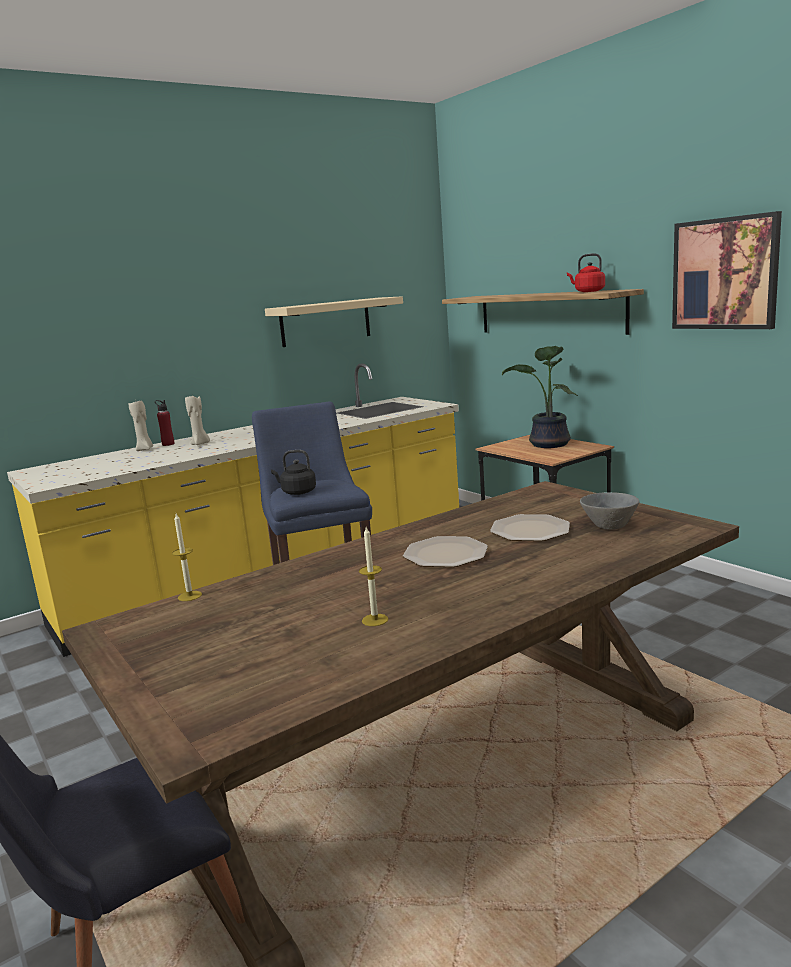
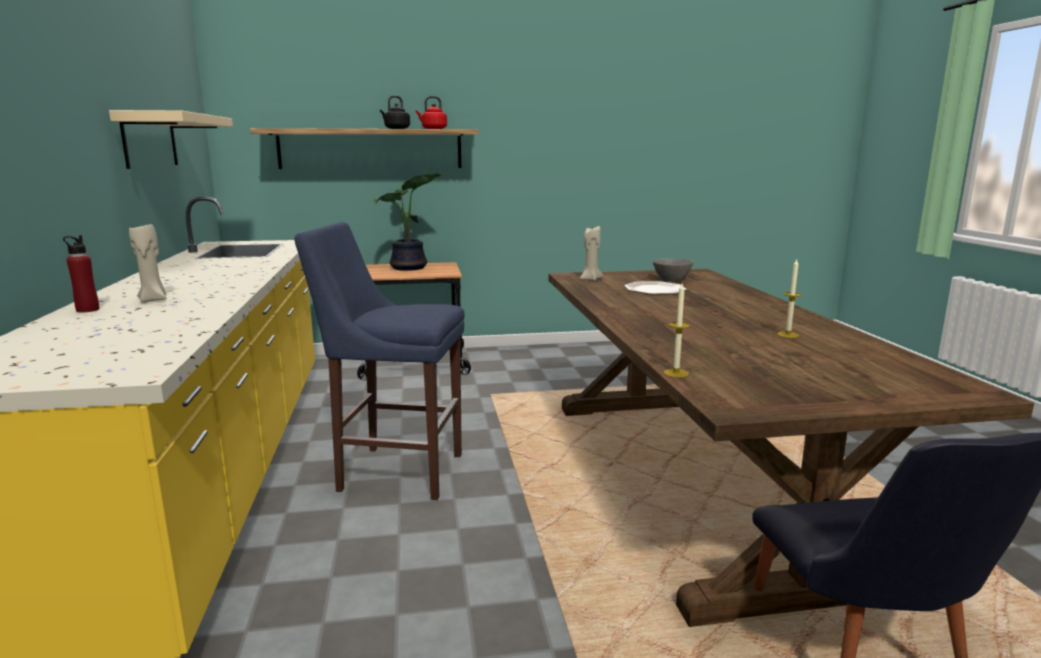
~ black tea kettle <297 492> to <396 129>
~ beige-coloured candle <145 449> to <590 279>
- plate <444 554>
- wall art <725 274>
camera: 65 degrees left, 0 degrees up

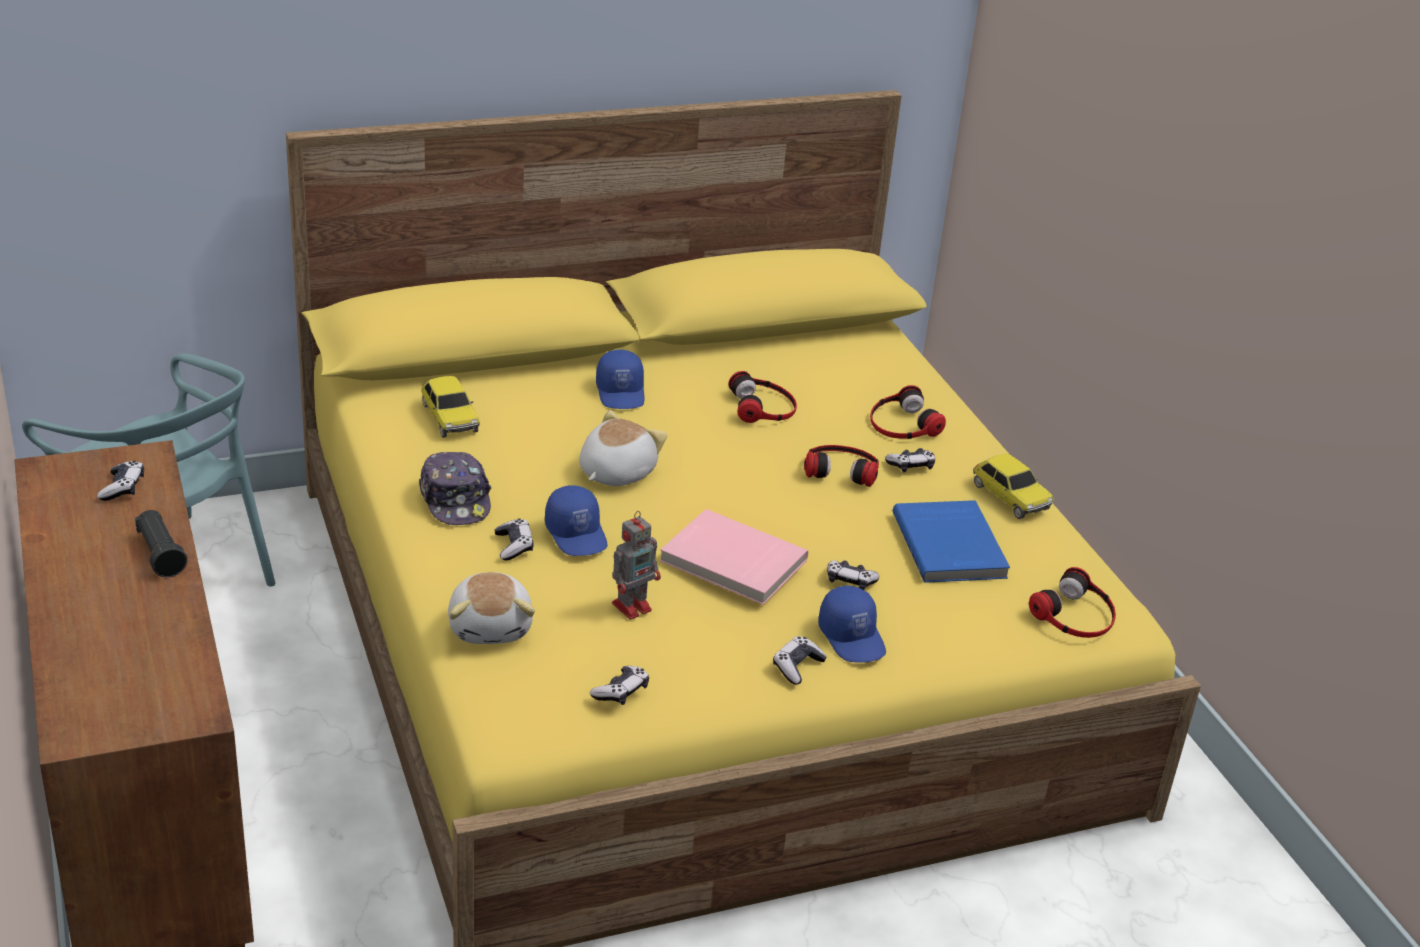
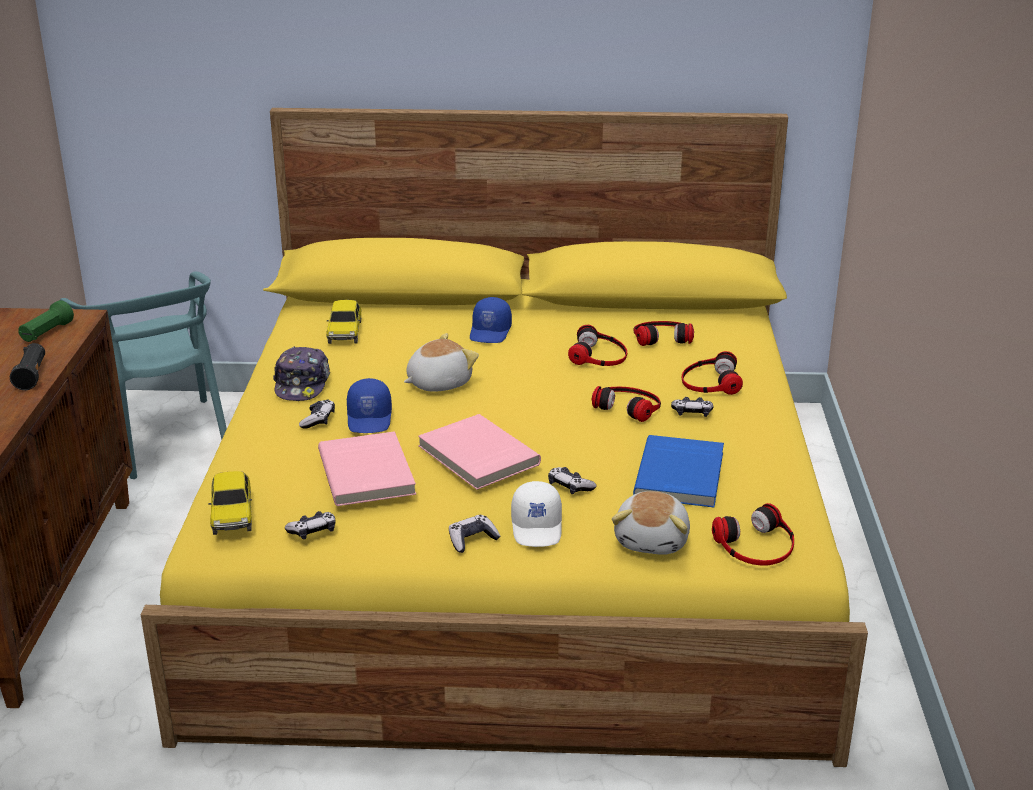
~ gamepad <122 488> to green-coloured torch <46 333>
~ toy car <1010 497> to <232 514>
~ model robot <633 606> to pink-coloured bound book <368 472>
~ bluish cap <853 637> to whitish cap <538 527>
~ cuddly toy <491 626> to <653 540>
+ pair of headphones <661 336>
camera: 25 degrees right, 5 degrees down

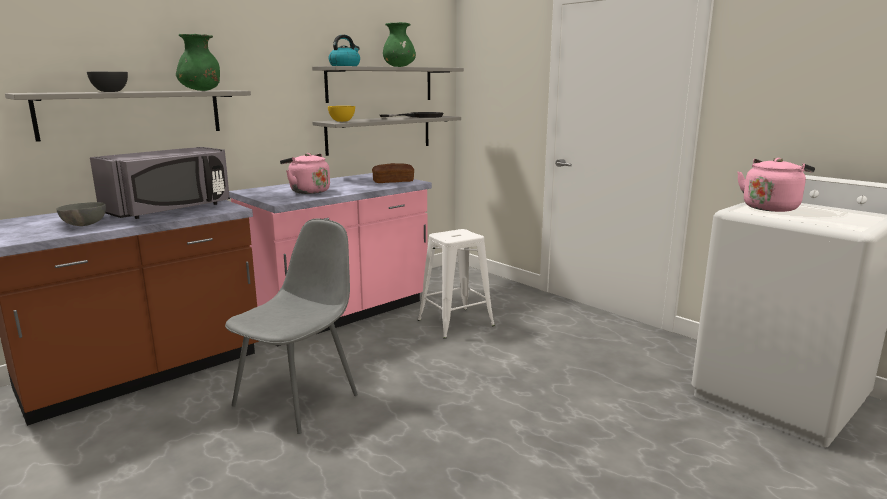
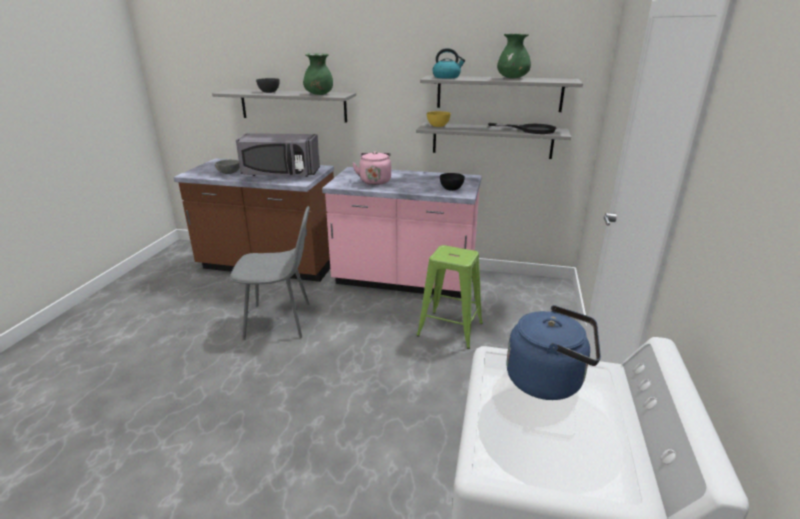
~ whitish stool seat <456 323> to green-coloured stool seat <450 329>
~ baked bread <393 182> to black deep dish <451 189>
~ pink-coloured tea kettle <771 207> to bluish tea kettle <549 381>
camera: 55 degrees right, 10 degrees up

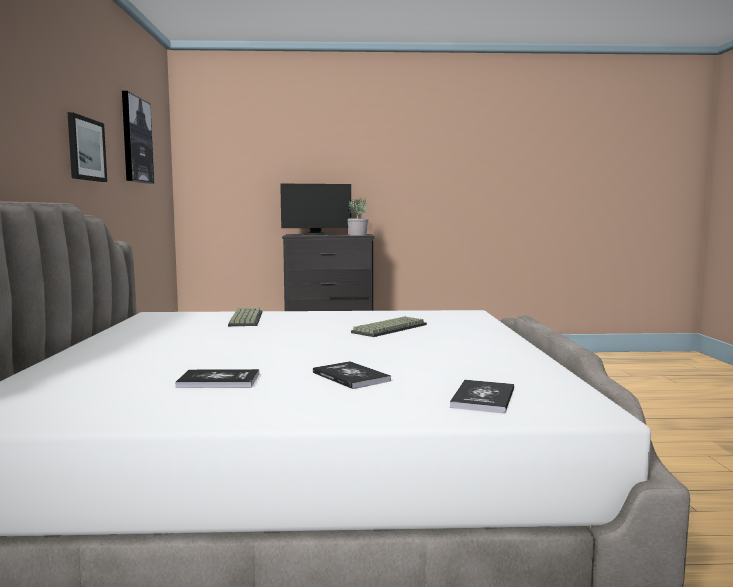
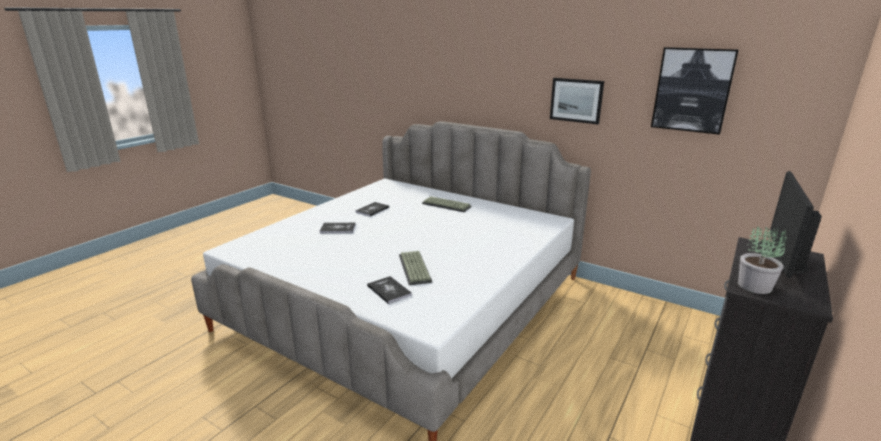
~ bound book <483 398> to <389 290>
~ PC keyboard <244 318> to <447 205>
camera: 125 degrees right, 15 degrees up

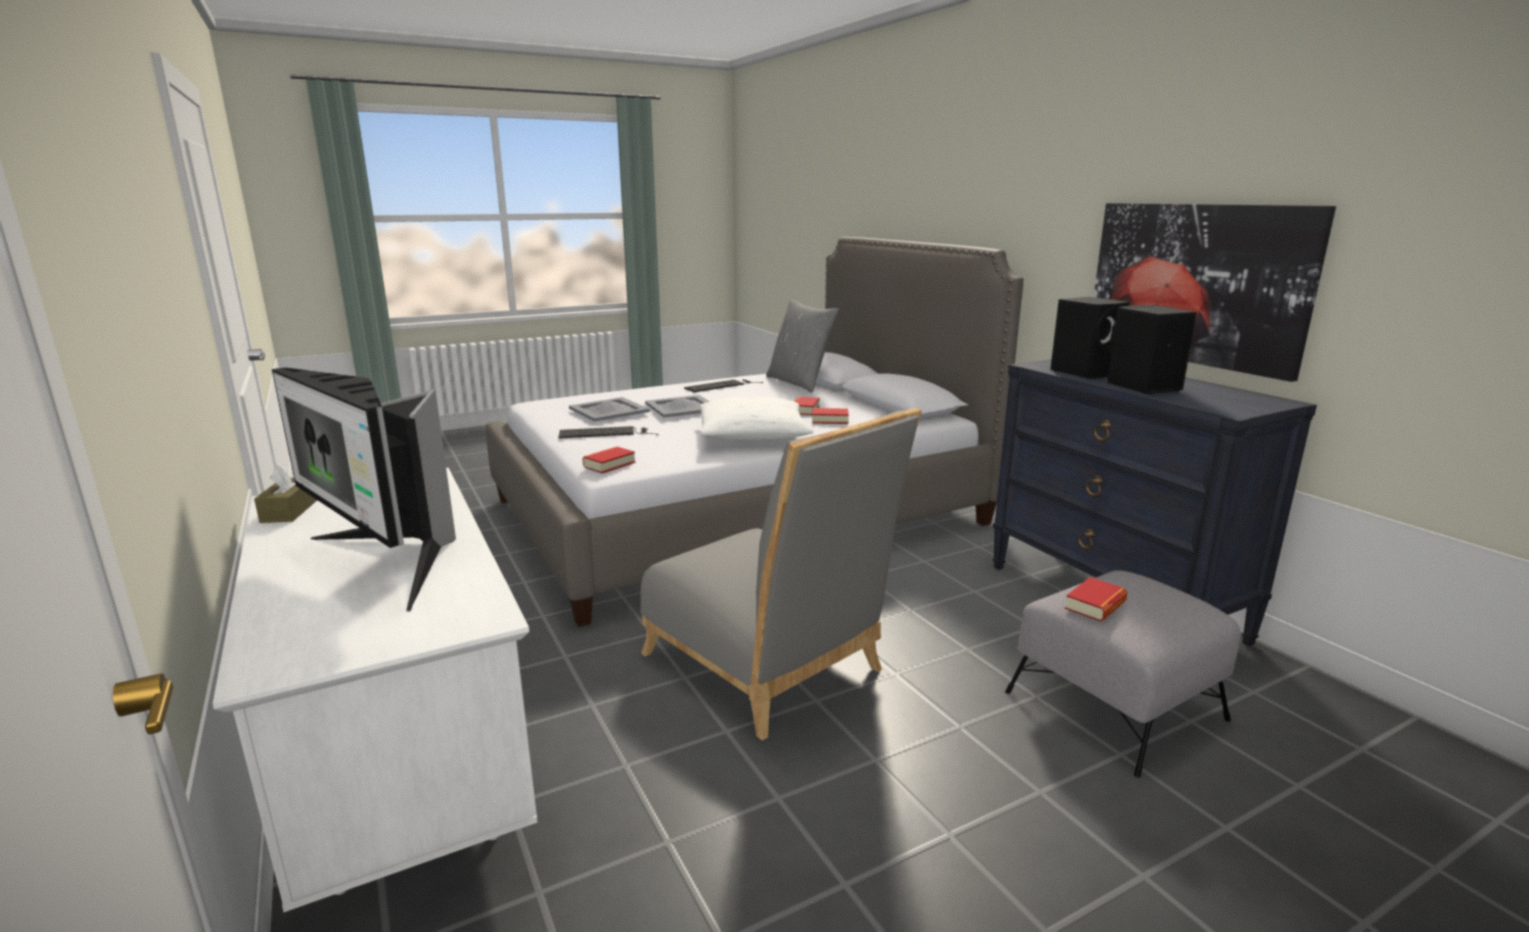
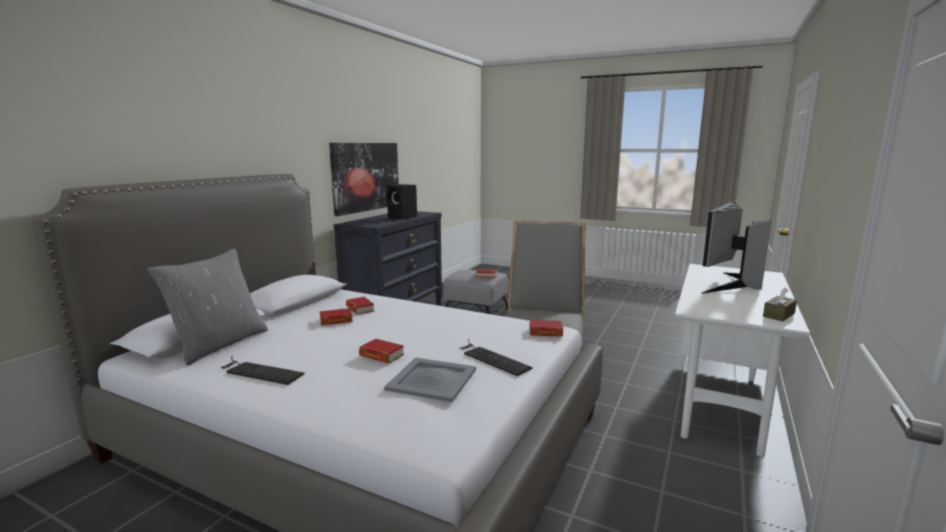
~ greyish serving tray <681 407> to bound book <381 355>
~ monitor <388 561> = <727 284> 150 degrees counterclockwise
- whitish cushion <753 436>
- black loudspeaker <1086 372>
camera: 125 degrees left, 5 degrees down

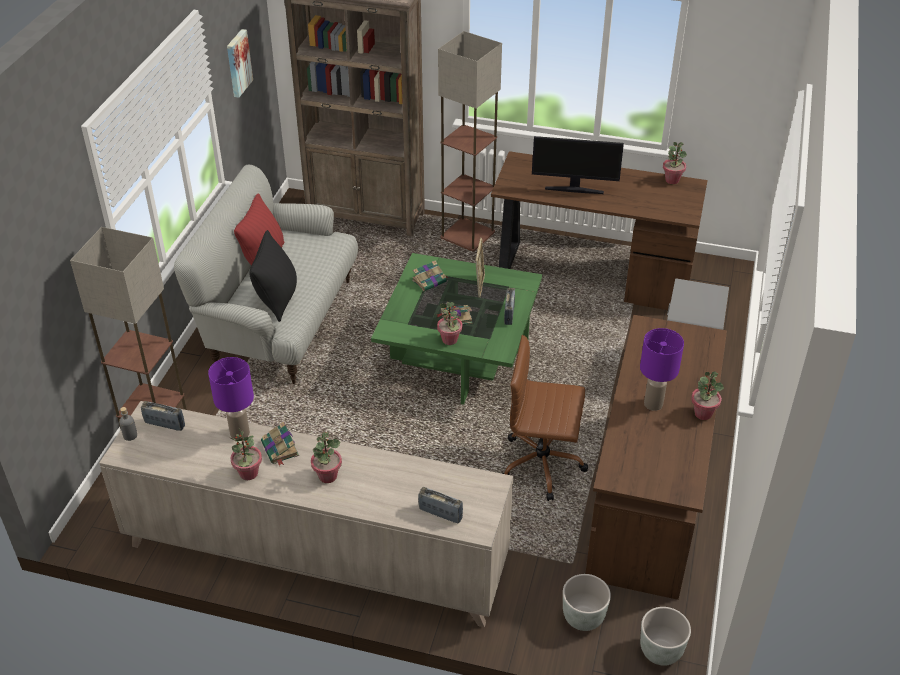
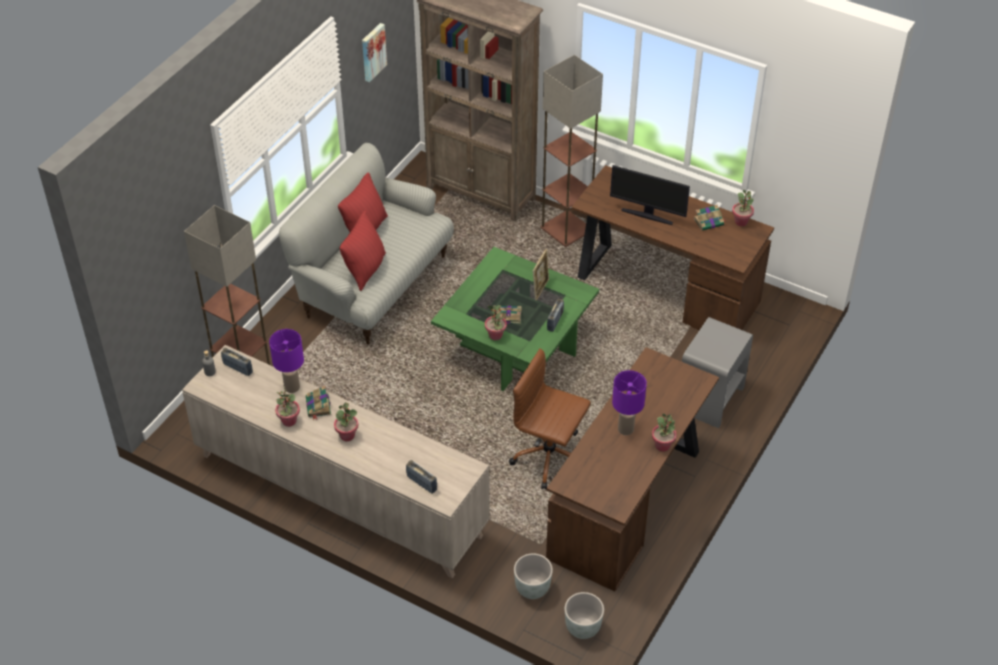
~ black cushion <277 299> to red-coloured cushion <365 270>
~ bound book <430 281> to <709 222>
camera: 15 degrees right, 5 degrees up

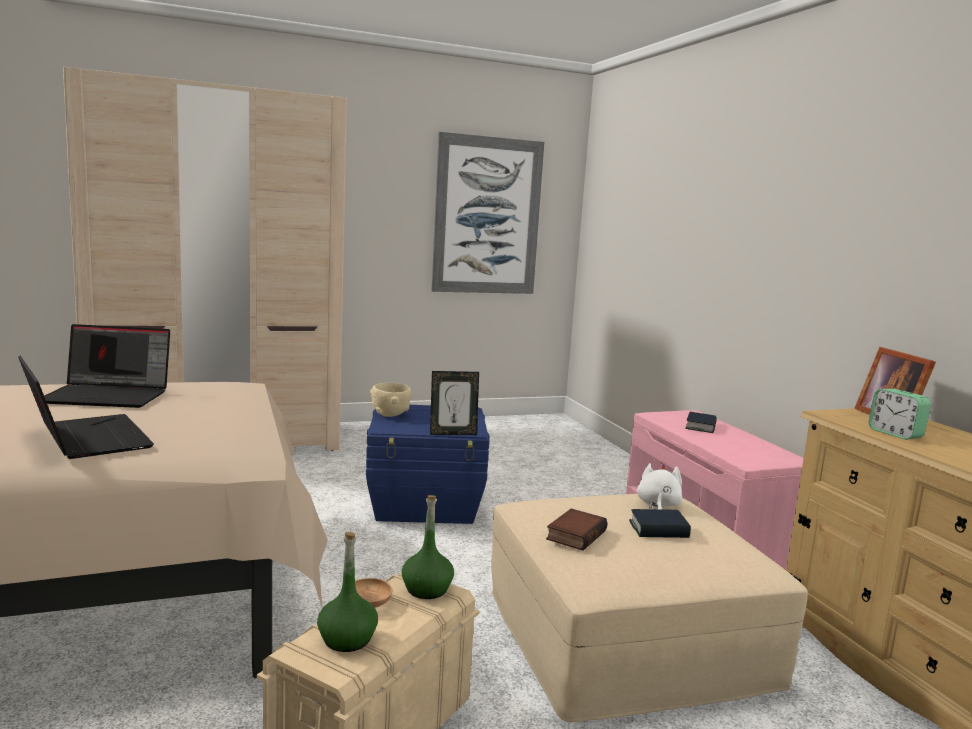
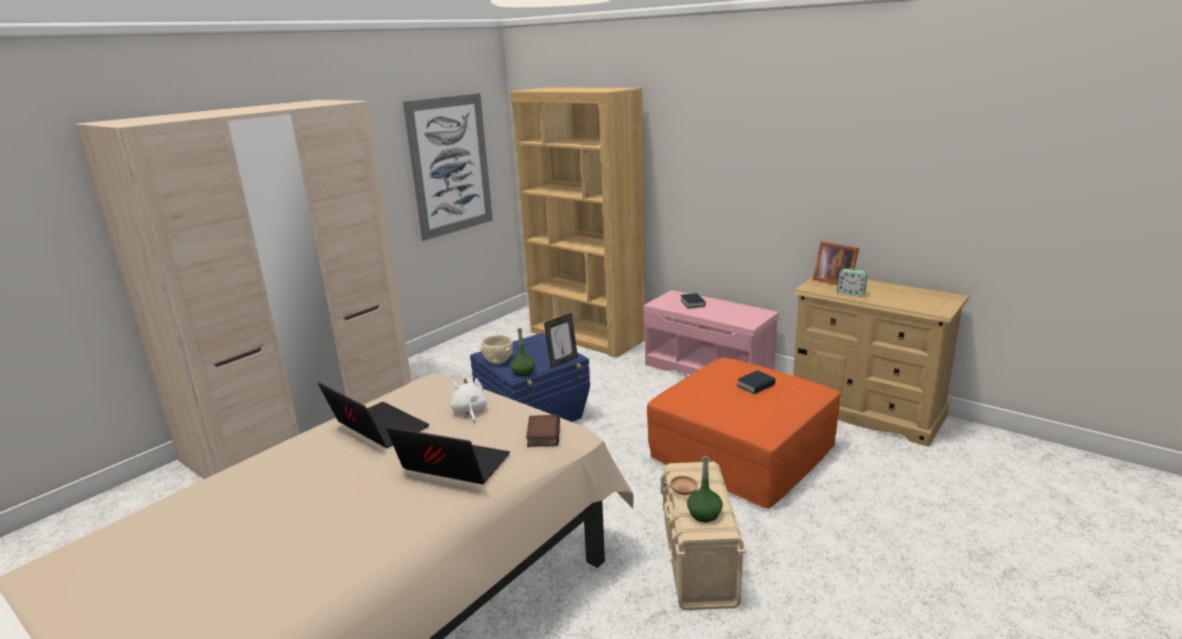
~ laptop <109 396> = <376 428> 105 degrees counterclockwise
~ whitish cuddly toy <657 505> to <469 411>
+ brownish bookcase <586 336>
~ green-coloured bottle <426 589> to <523 372>
~ bound book <575 534> to <542 434>
~ beige-coloured pouffe <627 637> to orangey pouffe <742 451>
camera: 30 degrees left, 10 degrees up

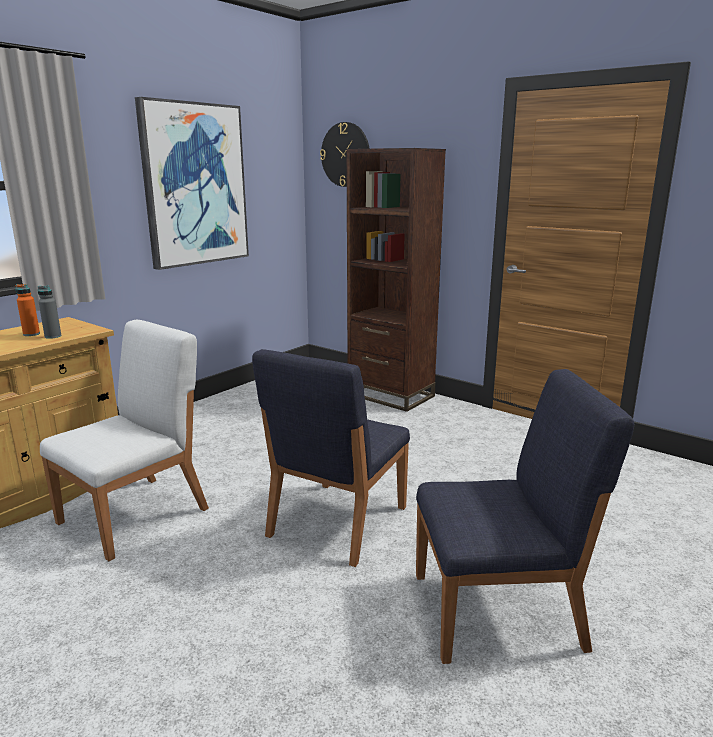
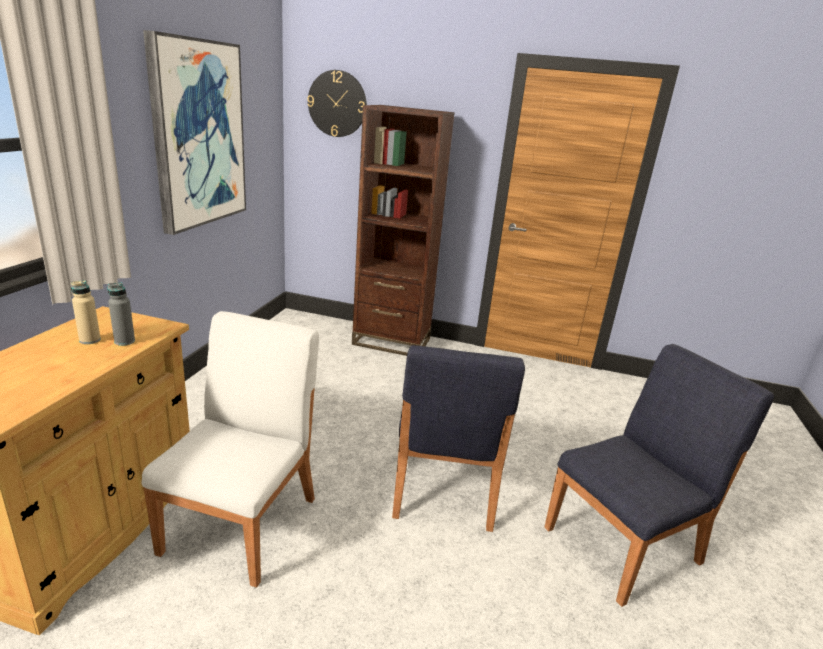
~ orangey bottle <31 334> to beige-coloured bottle <90 340>
camera: 25 degrees left, 5 degrees up

